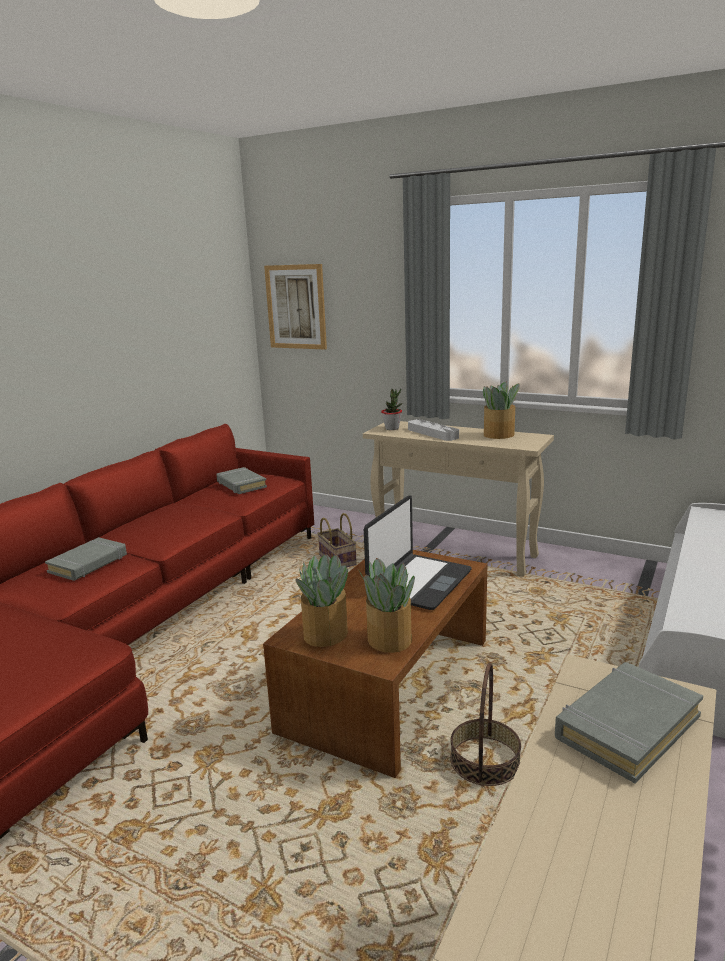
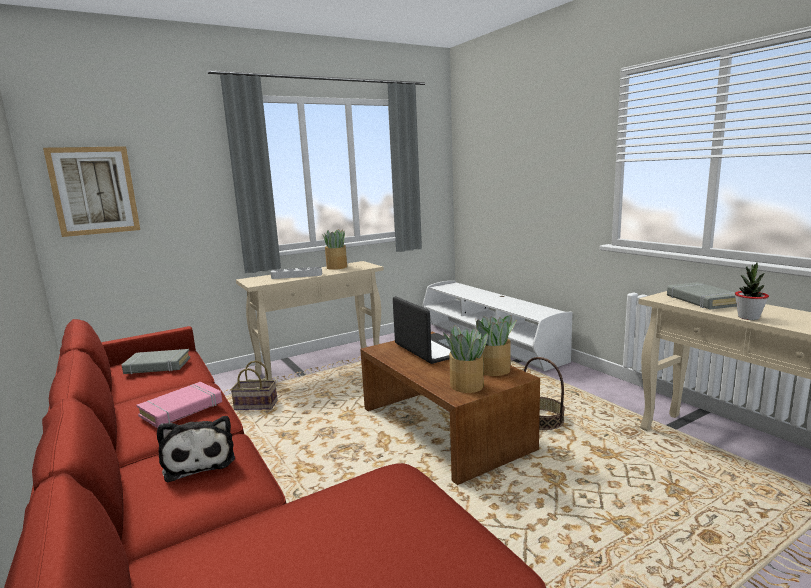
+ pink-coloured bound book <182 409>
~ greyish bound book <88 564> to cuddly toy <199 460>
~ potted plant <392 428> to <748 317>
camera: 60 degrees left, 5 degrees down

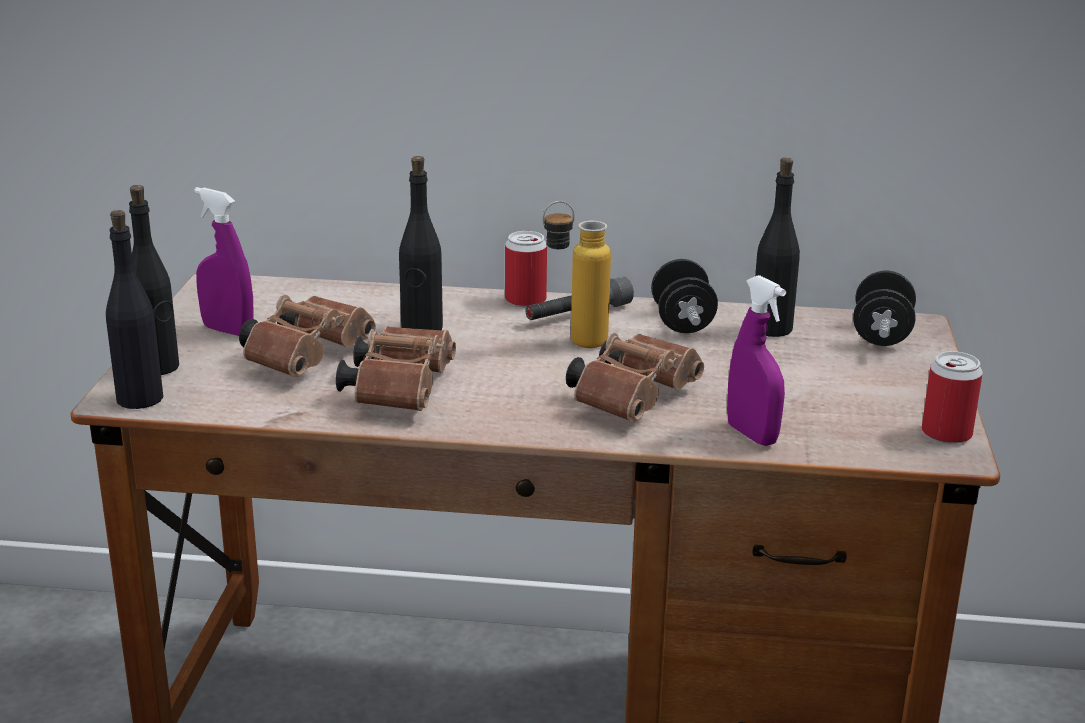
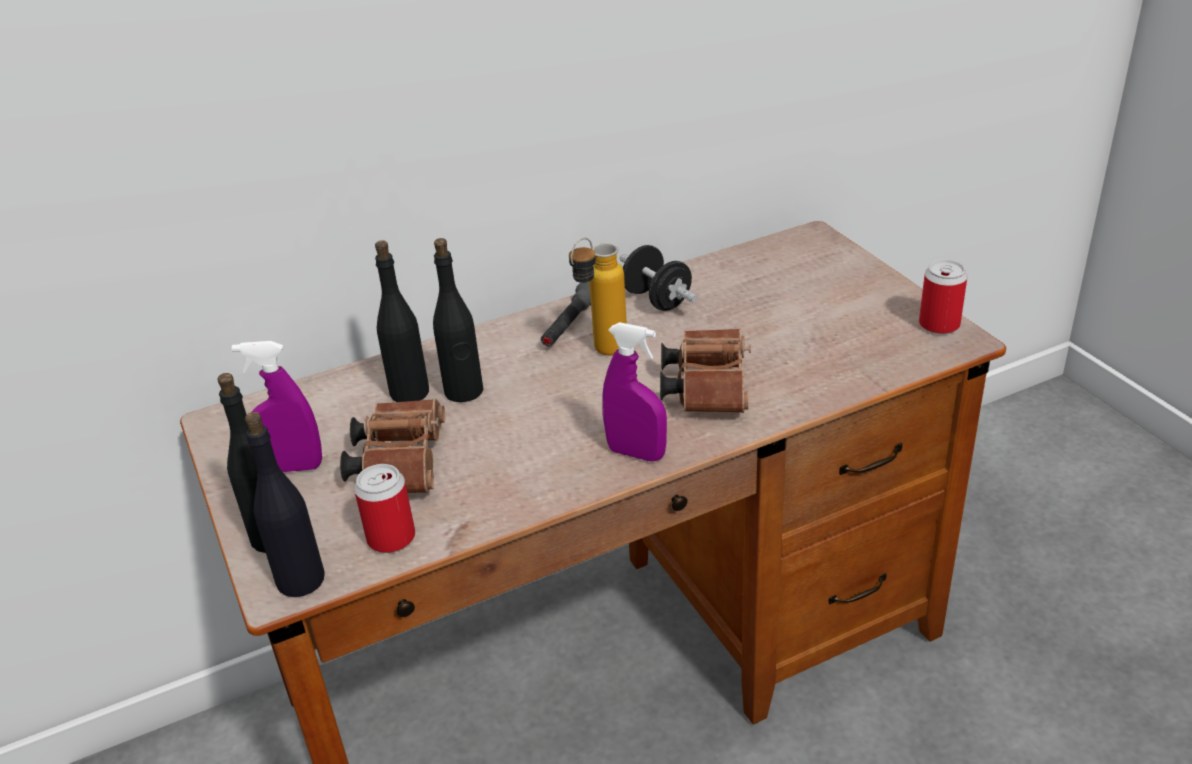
~ can <525 300> to <391 538>
~ black bottle <772 328> to <410 392>
~ purple-coloured hand sprayer <752 435> to <636 453>
- brownish field glasses <400 389>
- black hand weight <881 335>
camera: 30 degrees left, 10 degrees up

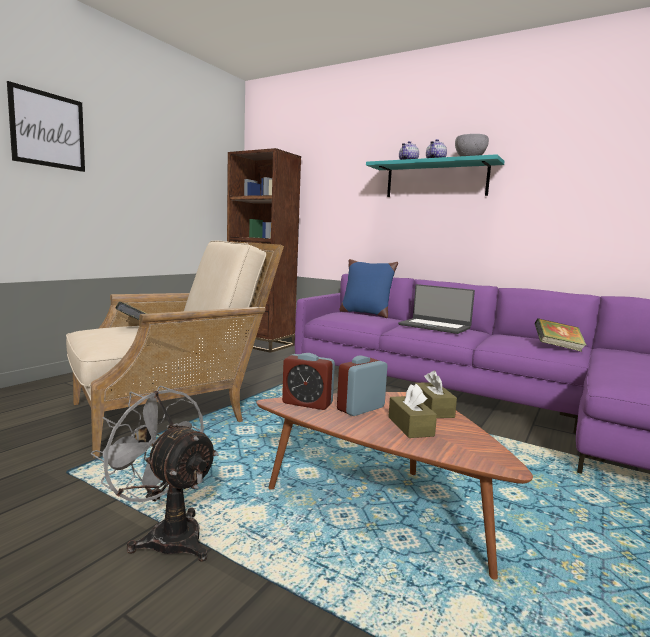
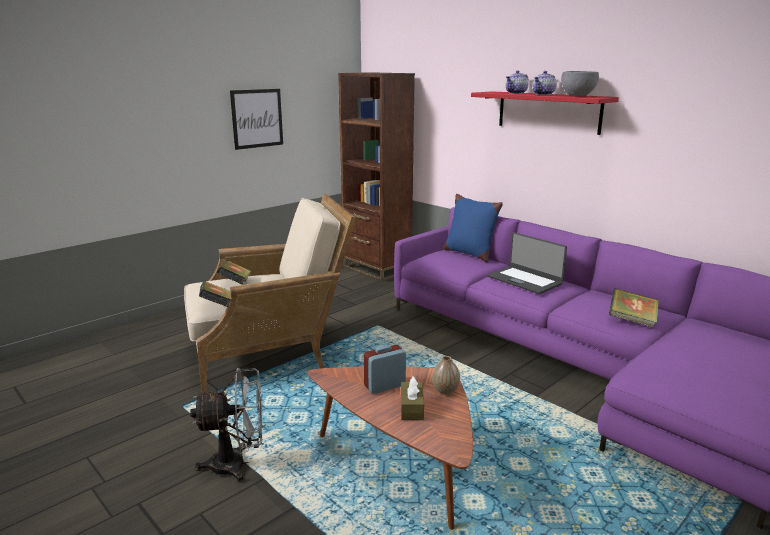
~ greyish cooling fan <166 535> = <237 464> 120 degrees clockwise
+ bound book <217 307>
~ wall art <48 130> to <257 118>
~ brownish tissue holder <433 409> to flower vase <445 391>
~ turquoise bracket shelf <436 180> to red-coloured bracket shelf <548 112>
- alarm clock <307 403>
camera: 15 degrees right, 10 degrees up

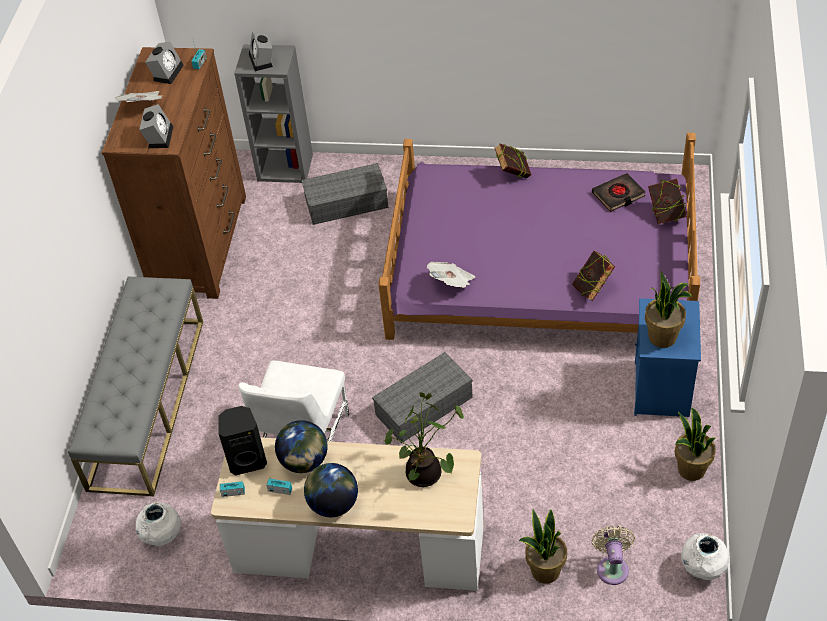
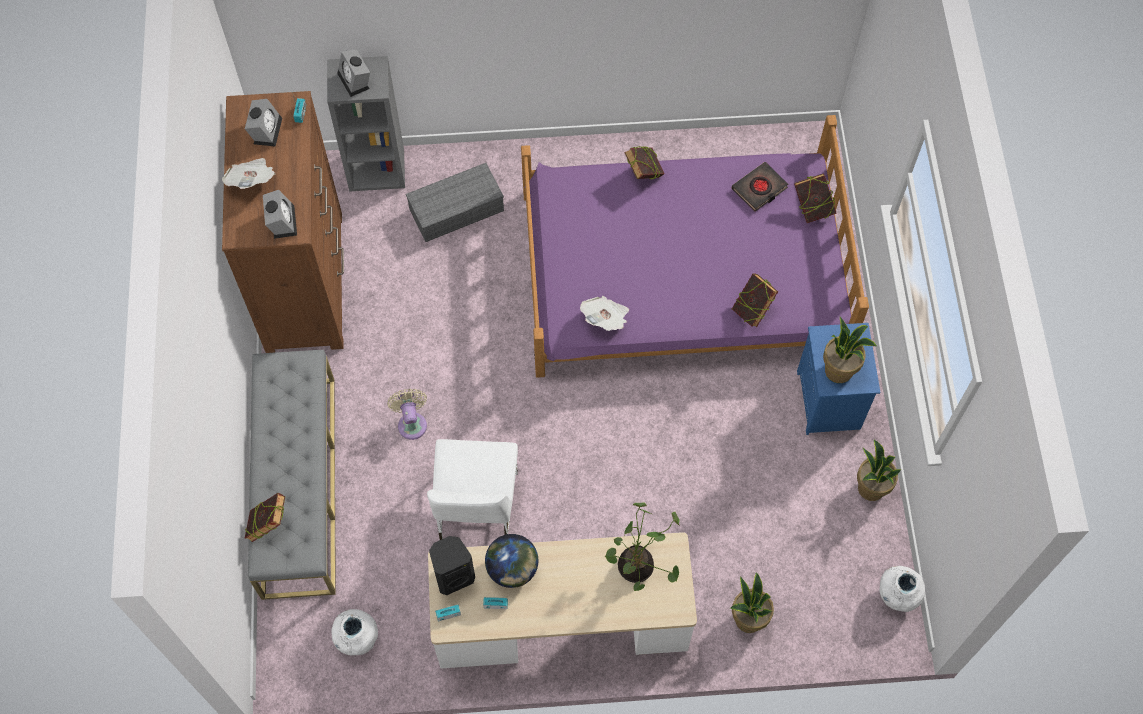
+ bound book <269 525>
~ beige-coloured cooling fan <612 567> to <412 422>
- desk globe <333 504>
- greyish storage box <424 404>
camera: 15 degrees left, 15 degrees up

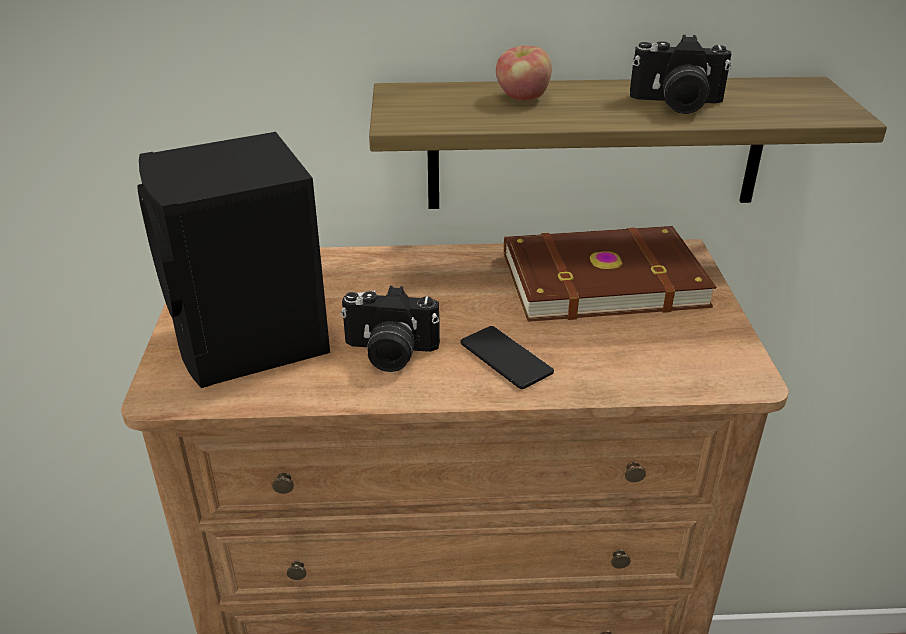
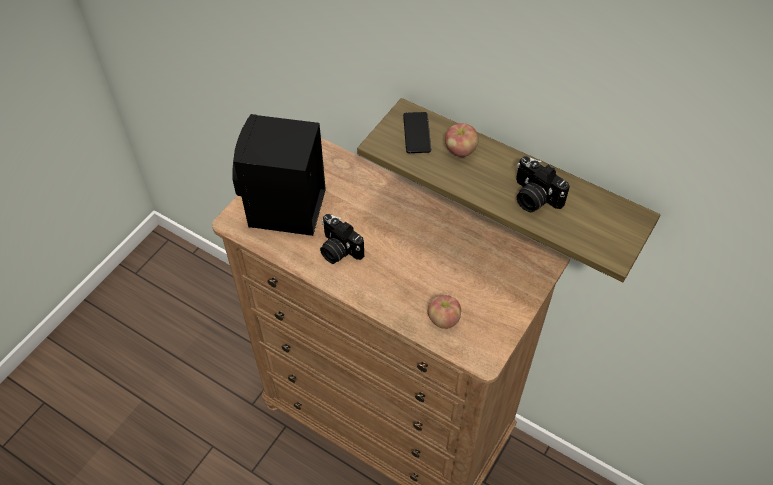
~ handset <506 358> to <417 133>
+ whole apple <443 319>
- brownish bound book <600 278>
camera: 35 degrees right, 20 degrees up

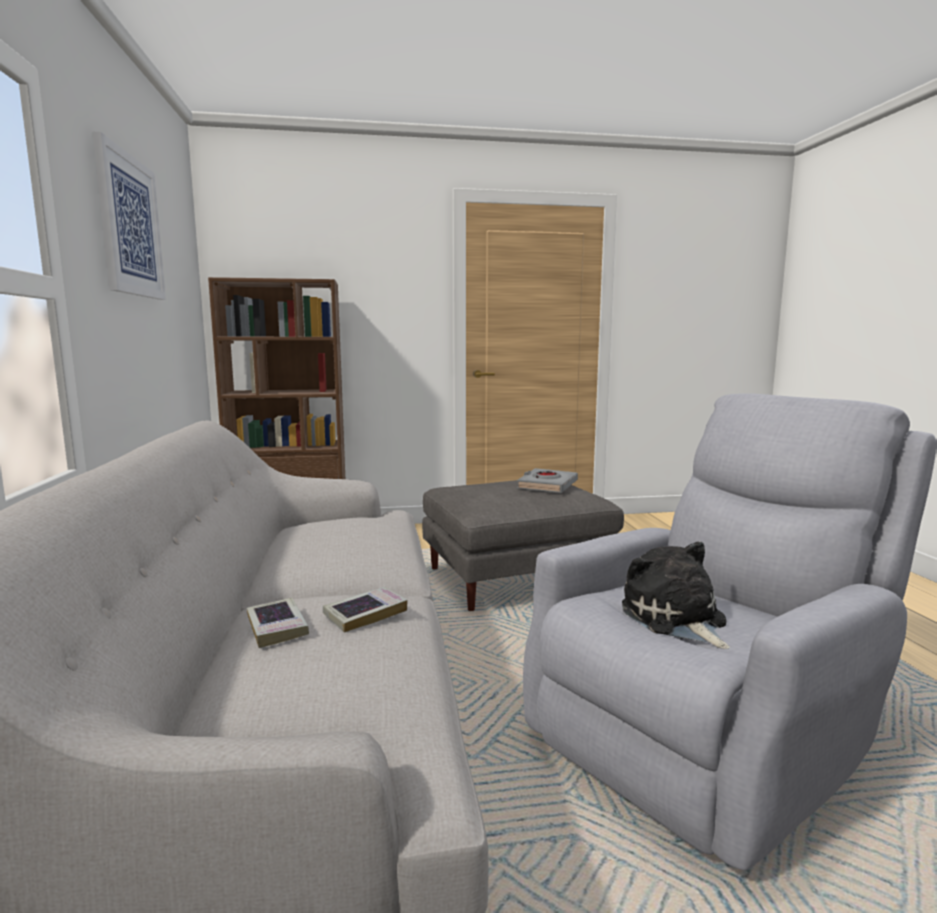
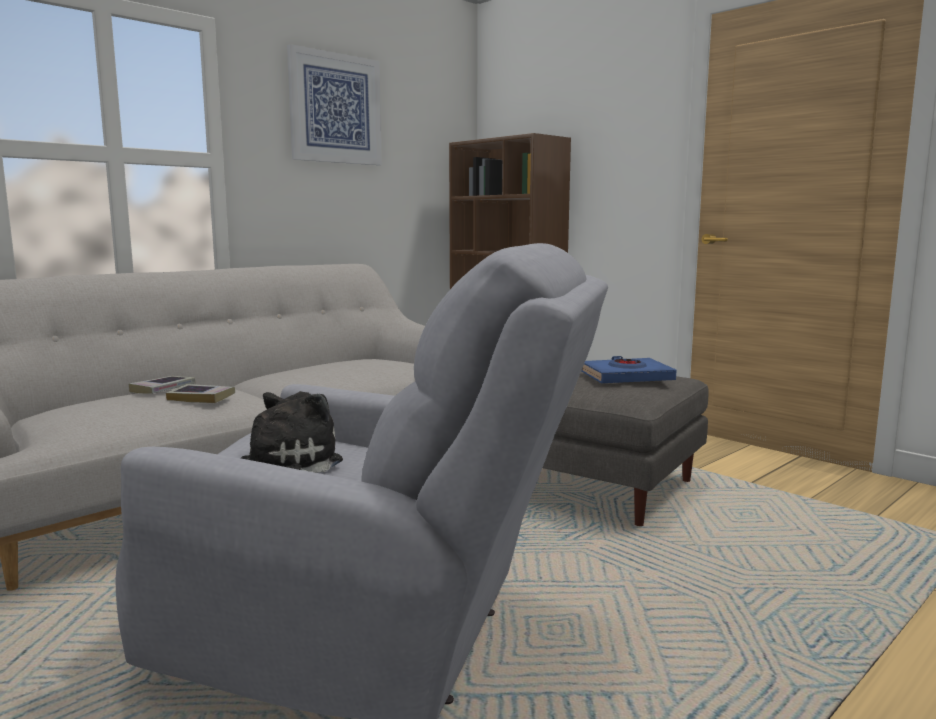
~ greyish bound book <547 485> to bluish bound book <626 377>
camera: 55 degrees right, 0 degrees up

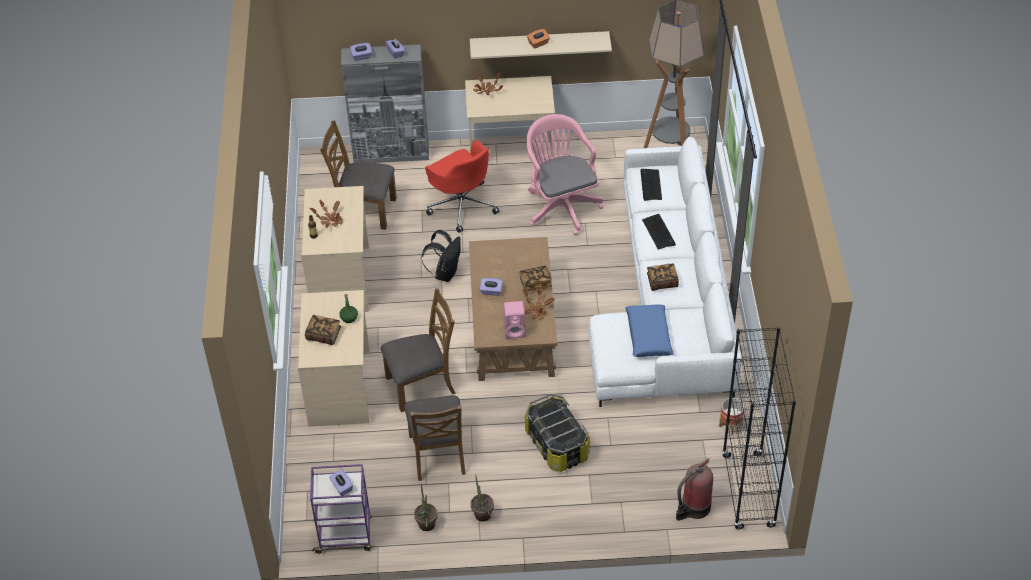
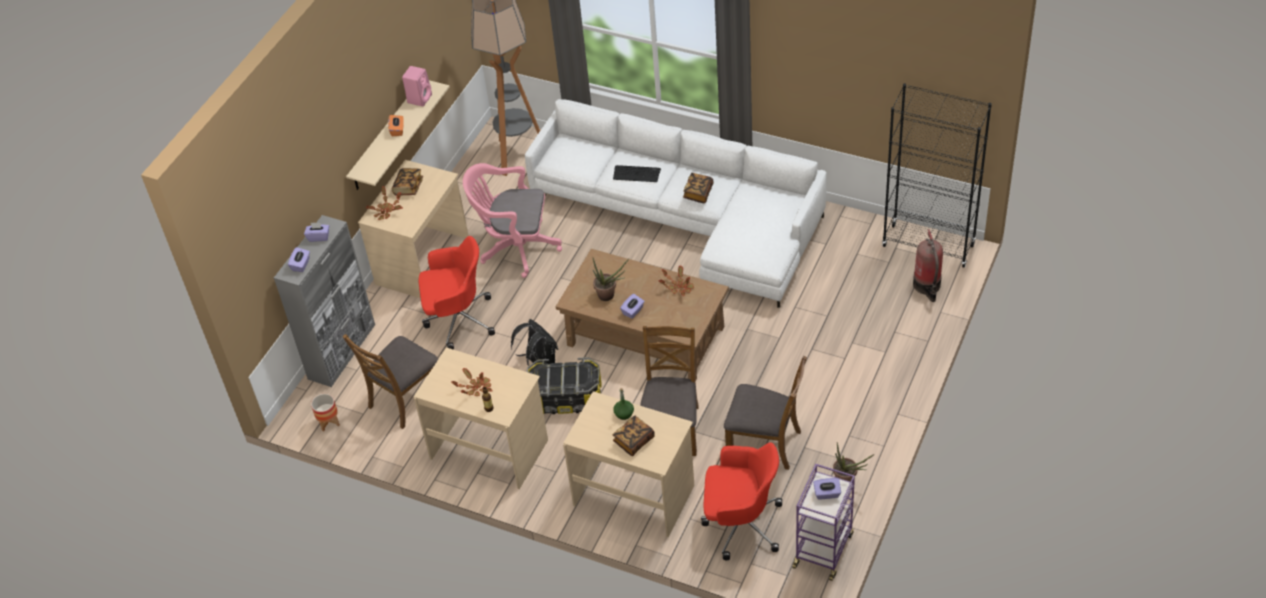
~ flower pot <730 425> to <329 422>
~ bound book <535 283> to <408 187>
~ pink-coloured loudspeaker <515 331> to <420 98>
~ storage box <557 444> to <566 398>
~ potted plant <483 518> to <609 295>
+ red-coloured desk chair <740 524>
- bluish cushion <648 336>
- PC keyboard <650 185>
camera: 60 degrees left, 0 degrees up

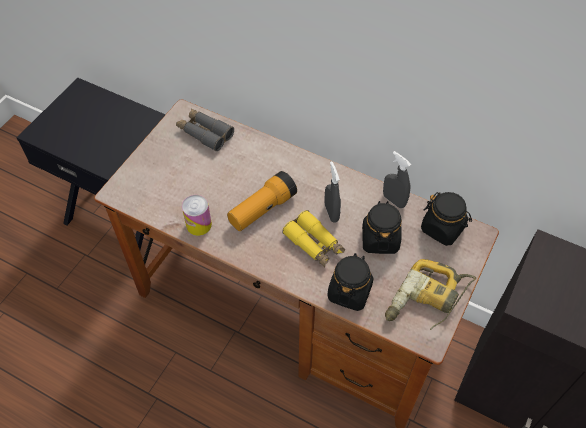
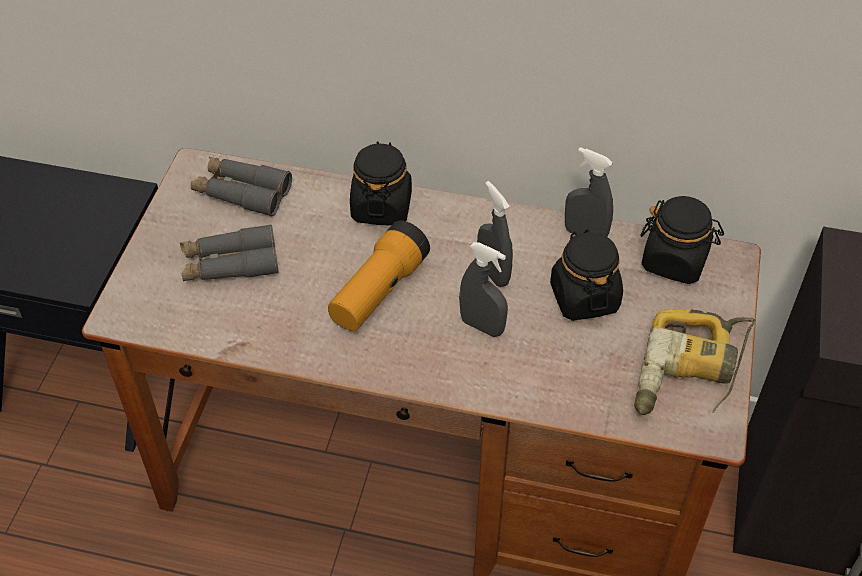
+ greyish field glasses <230 264>
~ black preserve jar <349 292> to <381 207>
~ yellow field glasses <314 244> to greyish hand sprayer <482 326>
- can <199 225>
camera: 15 degrees left, 5 degrees down

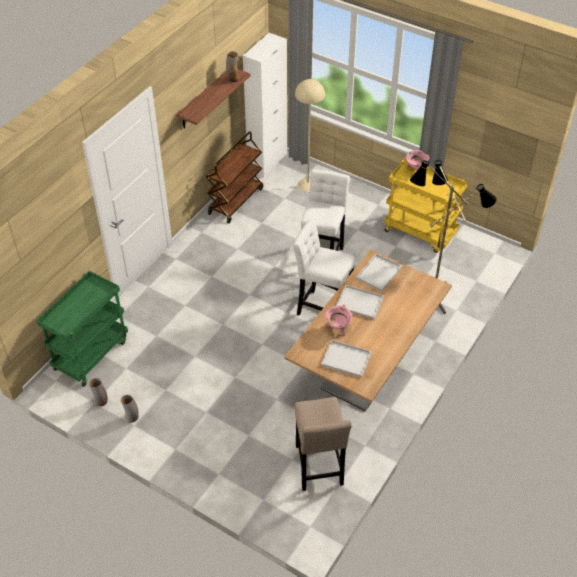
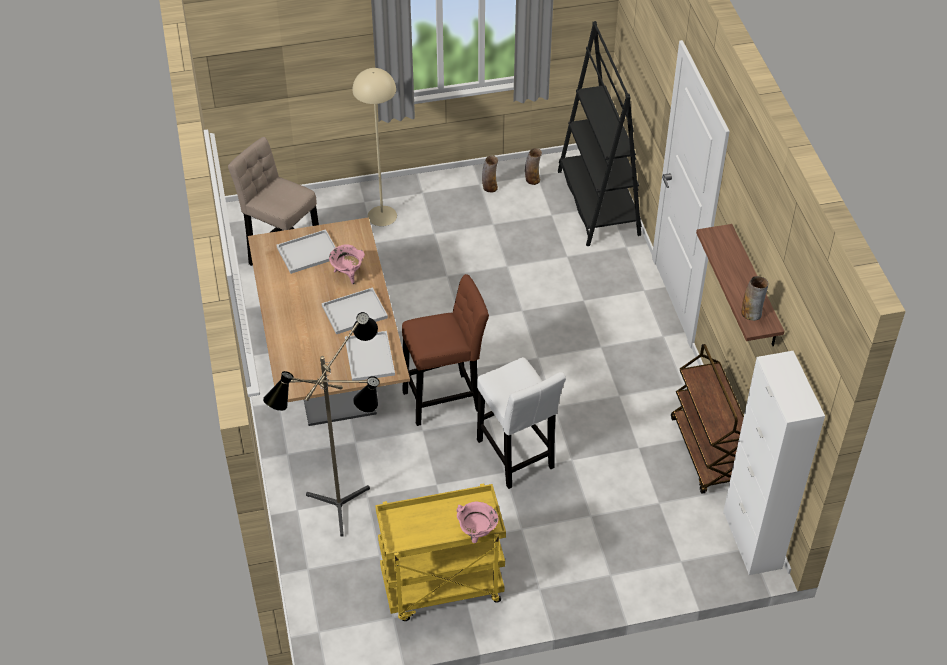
~ beige-coloured standard lamp <307 185> to <382 215>
~ whitish stool seat <322 308> to brownish stool seat <446 399>
~ green-coloured wheeled cart <91 354> to black bookcase <598 203>
camera: 135 degrees right, 0 degrees up

